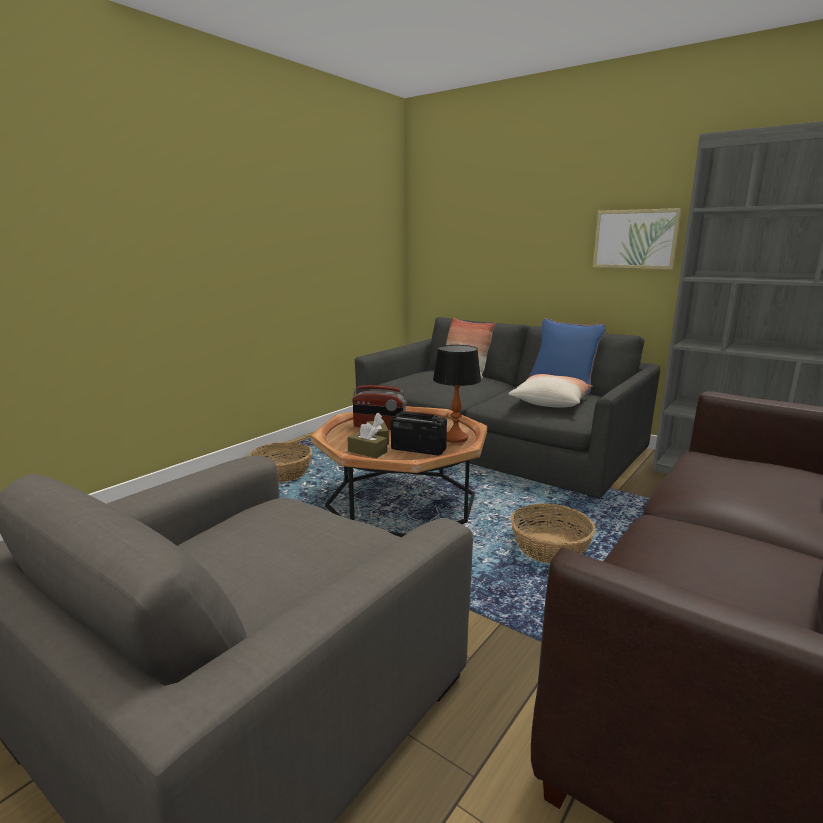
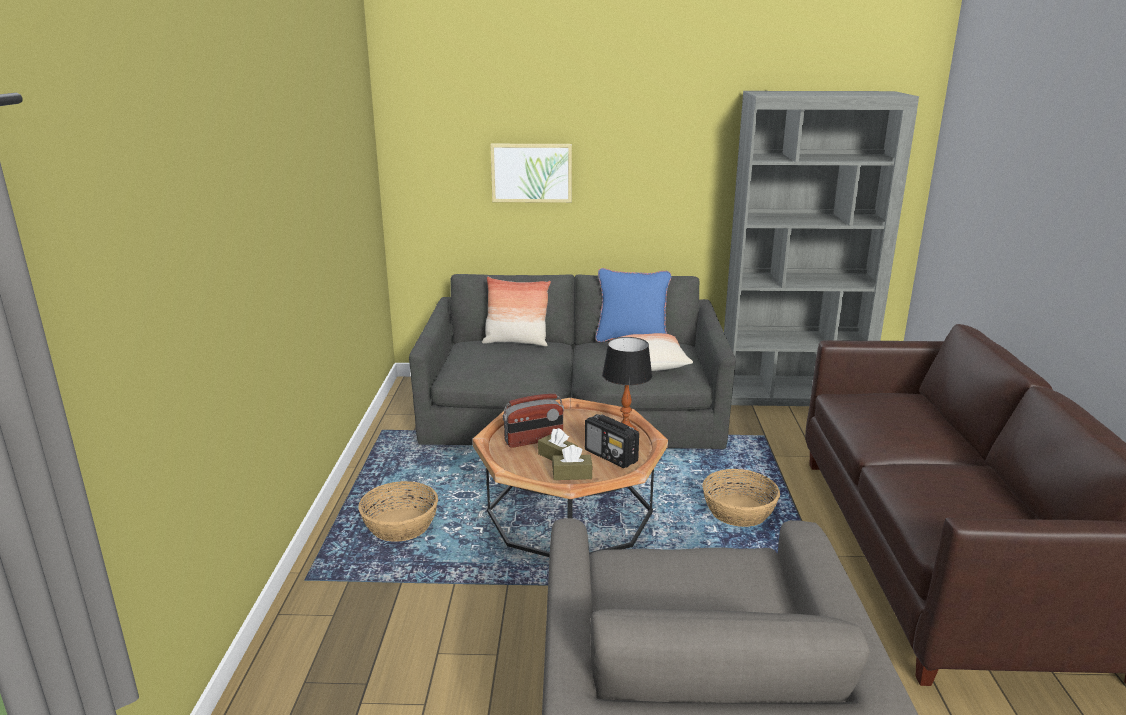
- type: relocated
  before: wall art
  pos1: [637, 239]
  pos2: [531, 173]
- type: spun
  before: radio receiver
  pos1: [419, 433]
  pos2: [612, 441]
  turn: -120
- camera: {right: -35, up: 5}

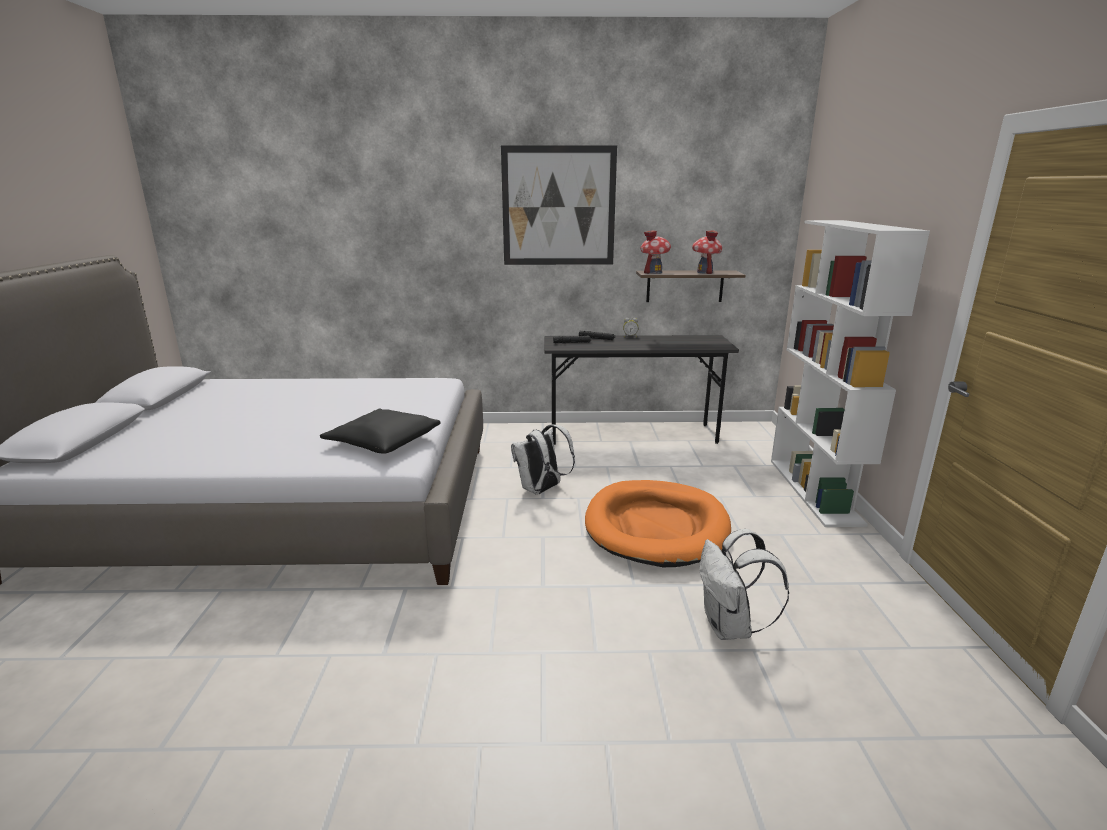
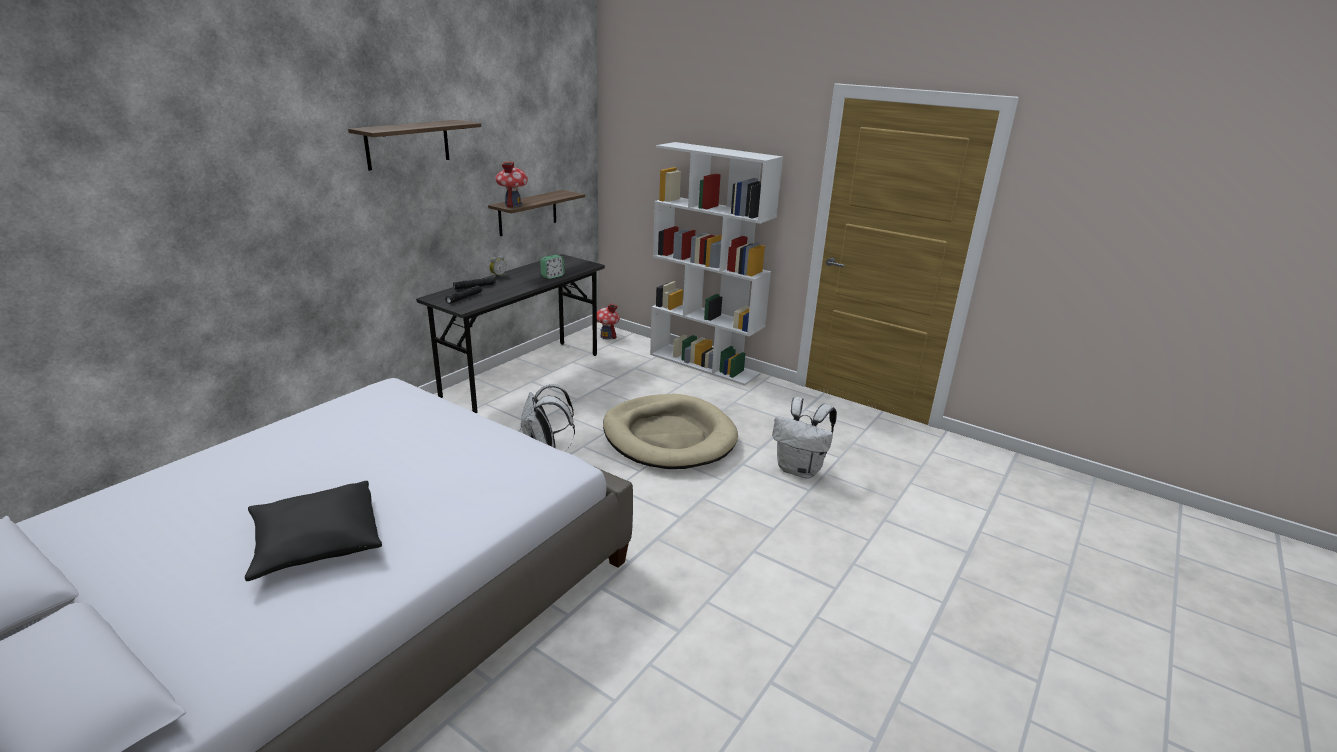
- type: appeared
  after: alarm clock
  pos2: [552, 267]
- type: relocated
  before: black-coloured pillow
  pos1: [380, 431]
  pos2: [313, 531]
- type: relocated
  before: miniature house
  pos1: [707, 252]
  pos2: [608, 321]
- type: exchanged
  before: wall art
  after: bracket shelf
  pos1: [559, 205]
  pos2: [414, 145]
- type: colour
  before: orange-coloured dog cushion
  after: sand-coloured dog cushion
  pos1: [658, 523]
  pos2: [670, 431]
- camera: {right: -55, up: 5}

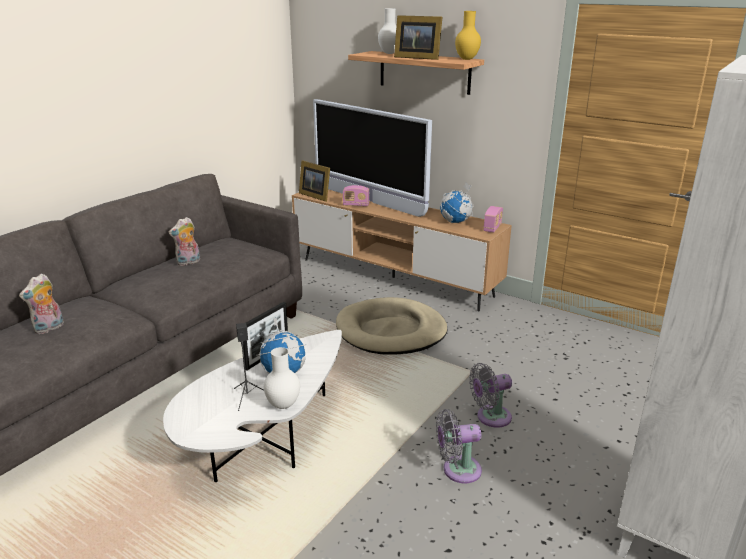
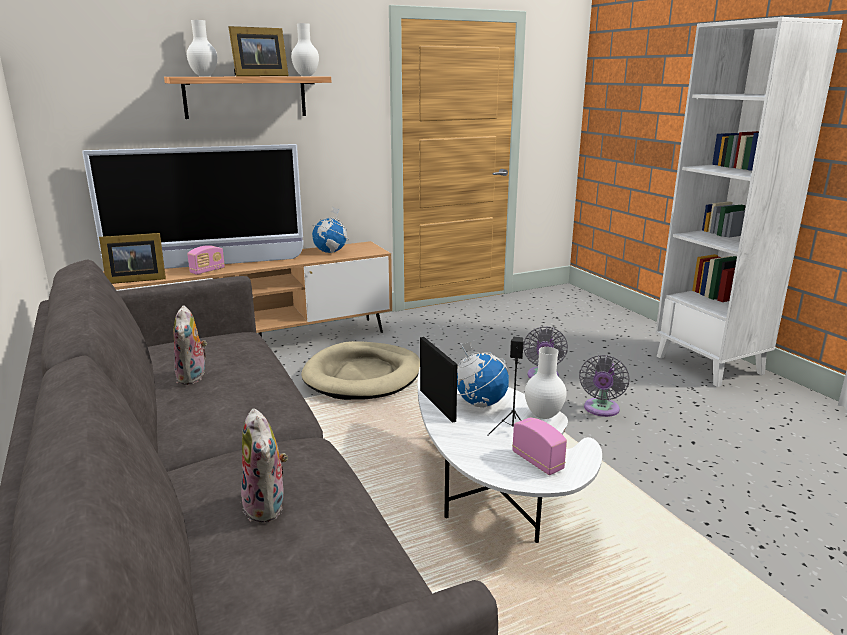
- type: relocated
  before: radio receiver
  pos1: [493, 219]
  pos2: [539, 446]
- type: colour
  before: yellow vase
  after: white vase
  pos1: [468, 35]
  pos2: [305, 49]
- camera: {right: -60, up: -5}

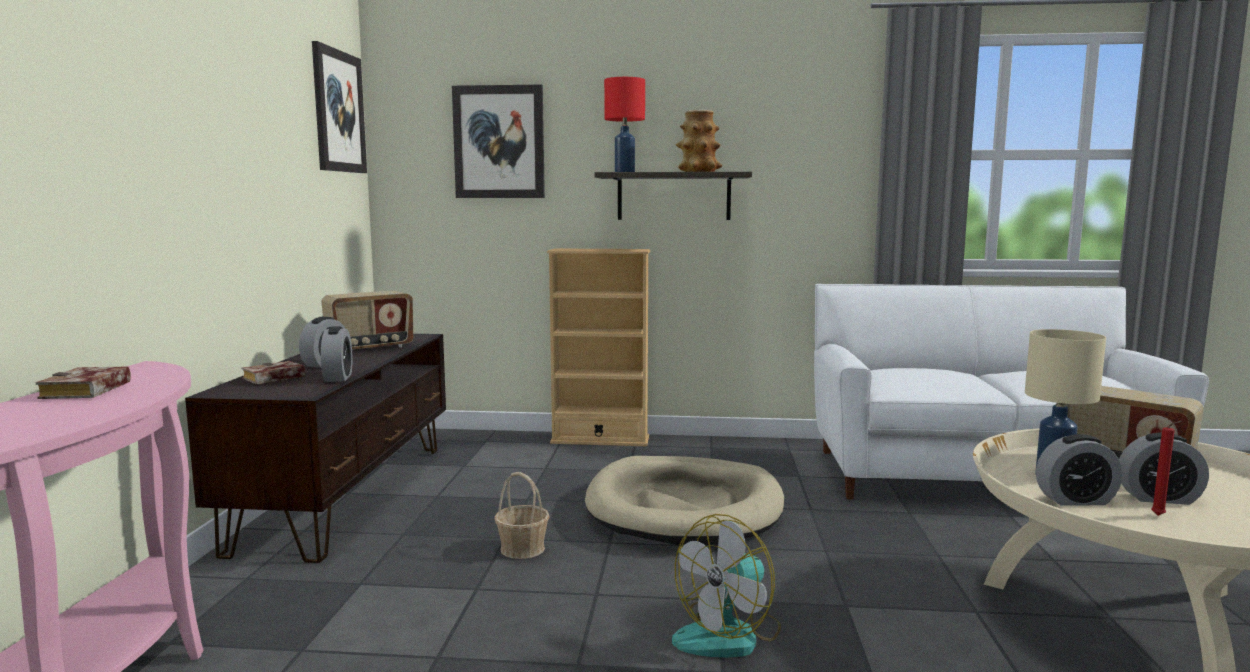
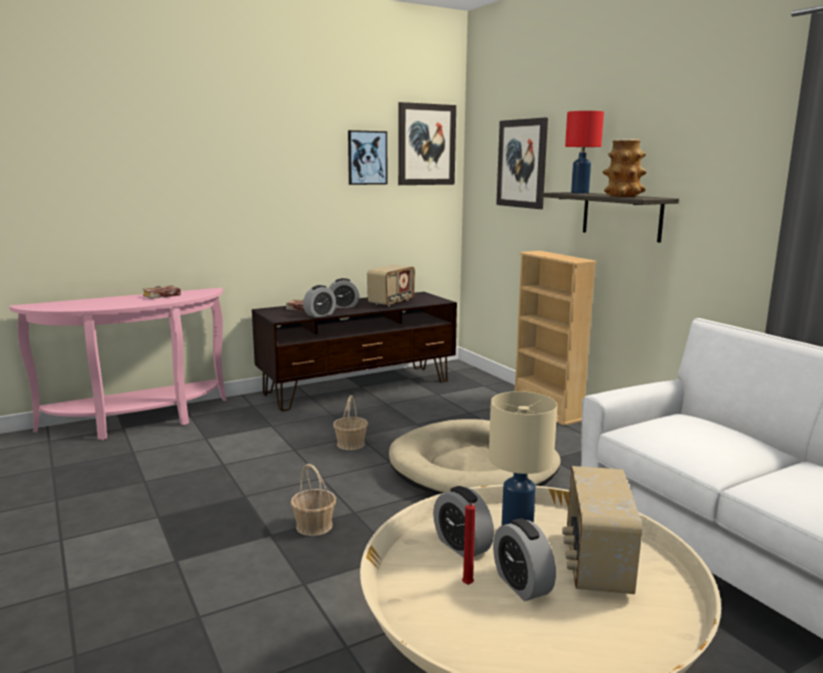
- type: appeared
  after: wall art
  pos2: [367, 157]
- type: exchanged
  before: electric fan
  after: storage basket
  pos1: [726, 586]
  pos2: [313, 500]
- type: spun
  before: radio receiver
  pos1: [367, 319]
  pos2: [391, 286]
  turn: -75
- camera: {right: 55, up: 5}

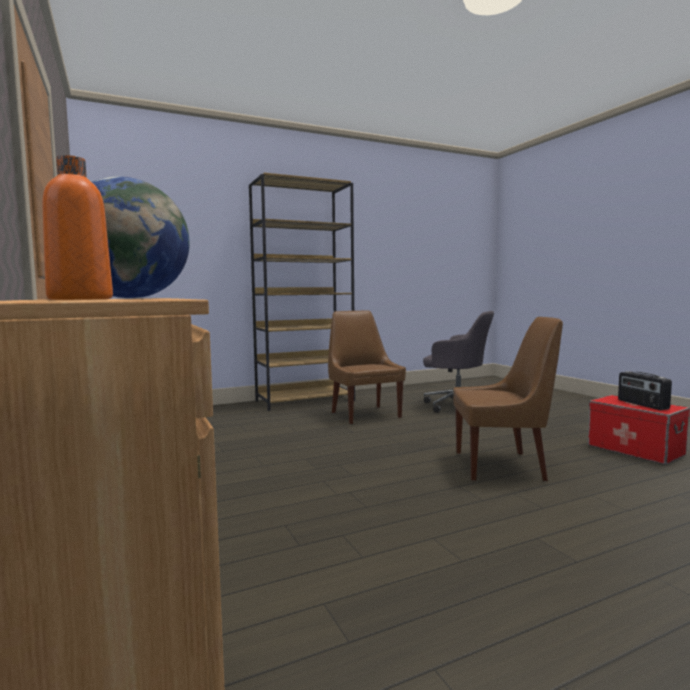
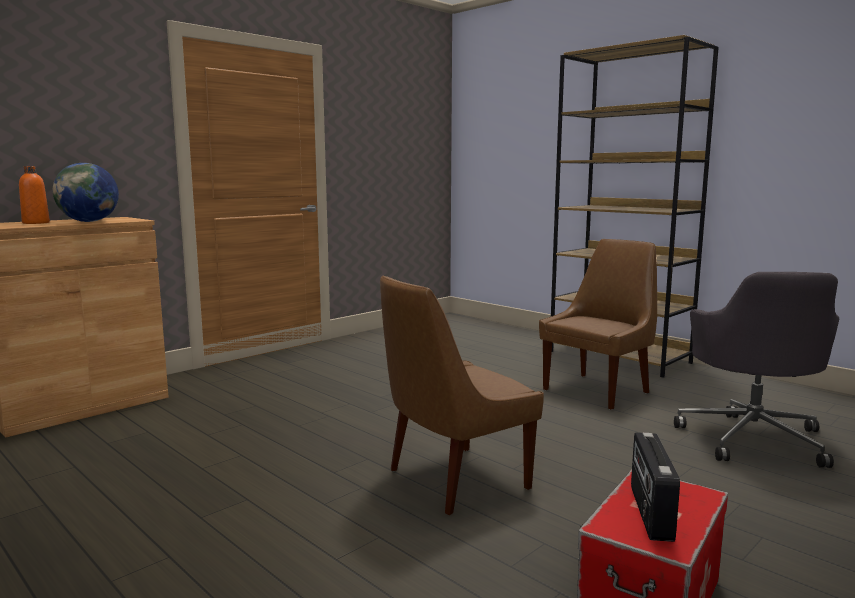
- type: spun
  before: brownish upright chair
  pos1: [508, 399]
  pos2: [462, 395]
  turn: 75
- type: spun
  before: radio receiver
  pos1: [645, 390]
  pos2: [655, 487]
  turn: -45
- camera: {right: 70, up: 5}

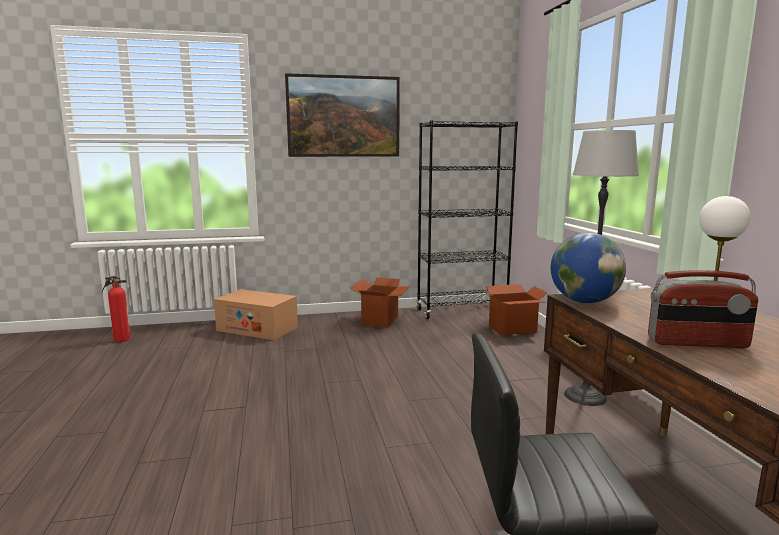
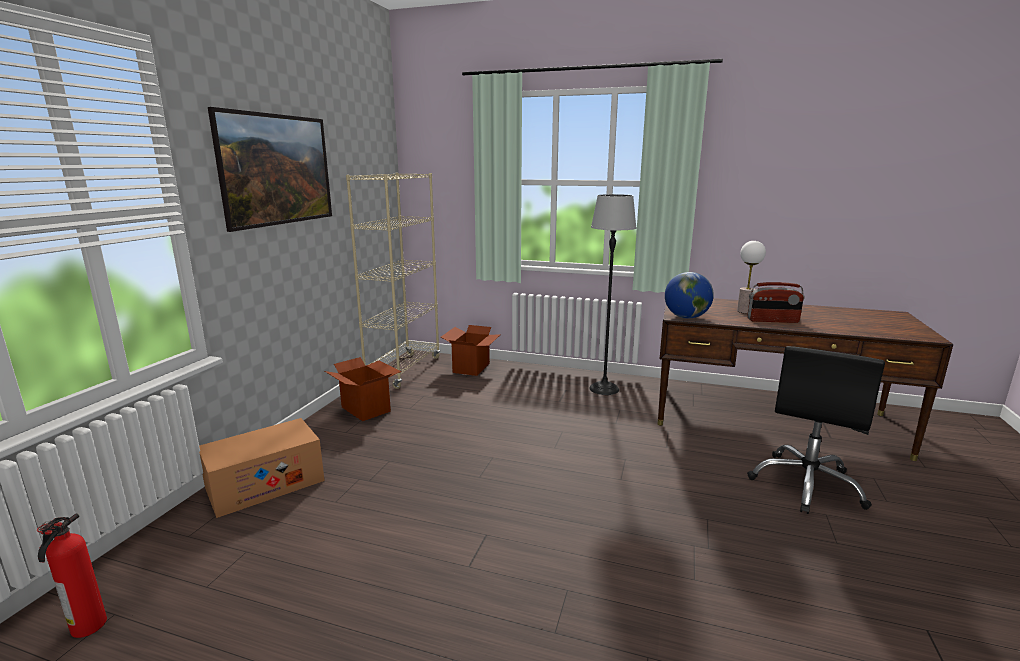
- type: colour
  before: black-coloured shelving unit
  after: sand-coloured shelving unit
  pos1: [467, 219]
  pos2: [393, 281]
- type: spun
  before: radio receiver
  pos1: [703, 309]
  pos2: [775, 302]
  turn: 60
- camera: {right: -60, up: 5}

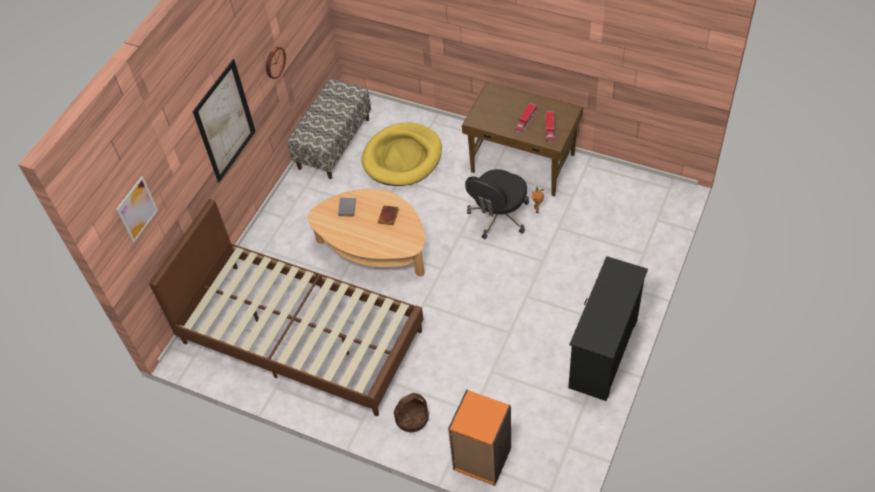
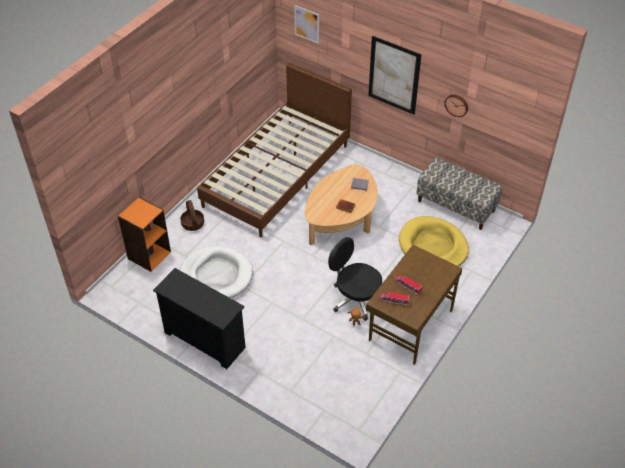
- type: appeared
  after: white dog cushion
  pos2: [216, 272]
- camera: {right: 95, up: -5}

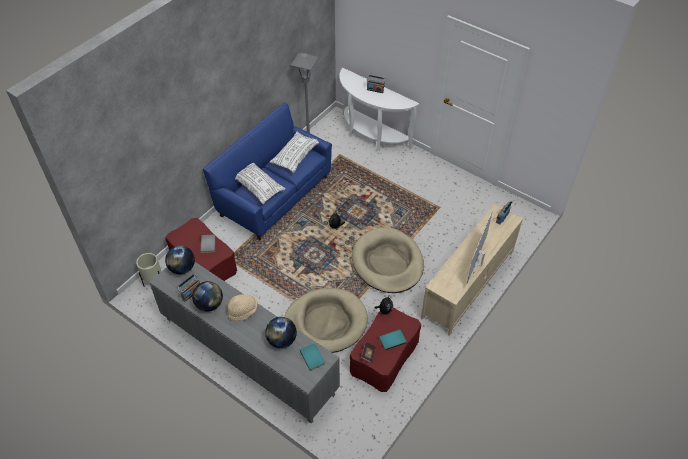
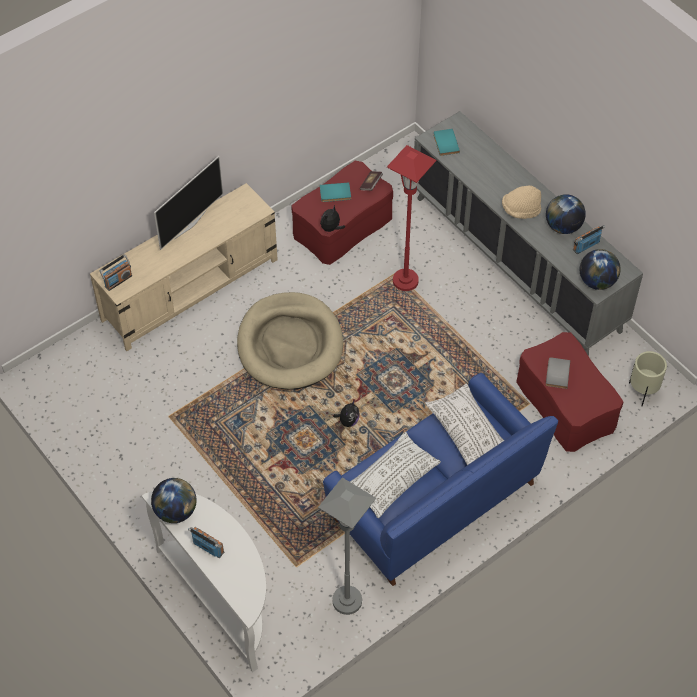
- type: relocated
  before: world globe
  pos1: [281, 332]
  pos2: [174, 500]
- type: exchanged
  before: sand-coloured dog cushion
  after: red-coloured standing lamp
  pos1: [326, 320]
  pos2: [411, 218]
- camera: {right: -165, up: 5}

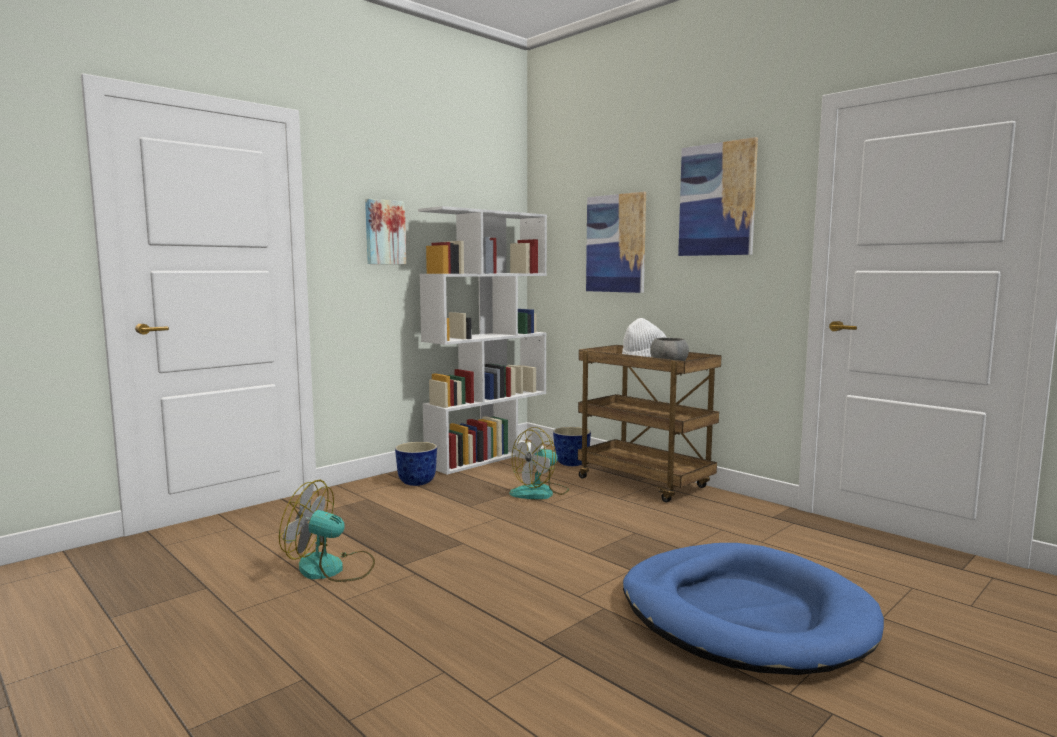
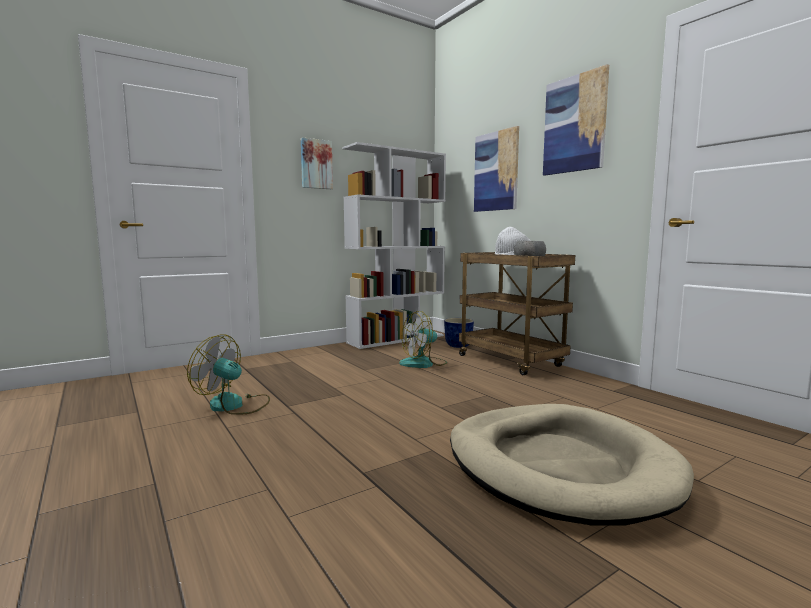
- type: missing
  before: flower pot
  pos1: [416, 464]
- type: colour
  before: bluish dog cushion
  after: sand-coloured dog cushion
  pos1: [753, 609]
  pos2: [572, 464]
- camera: {right: 10, up: 0}

